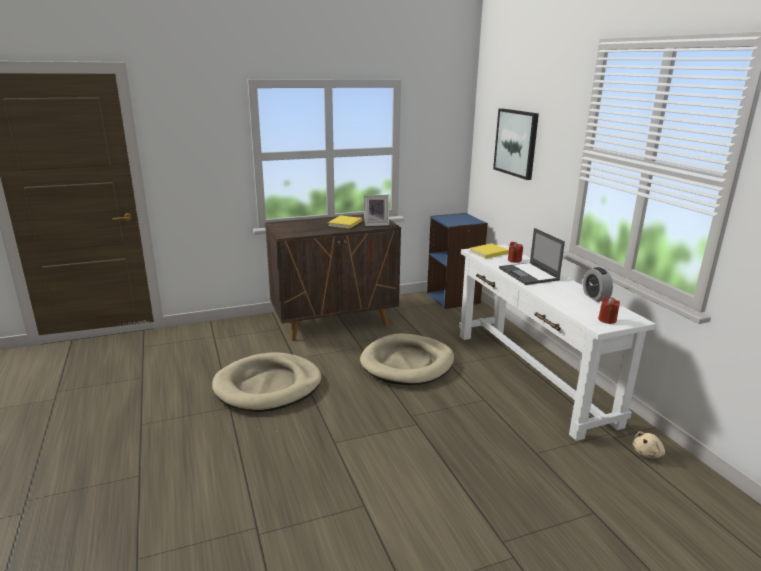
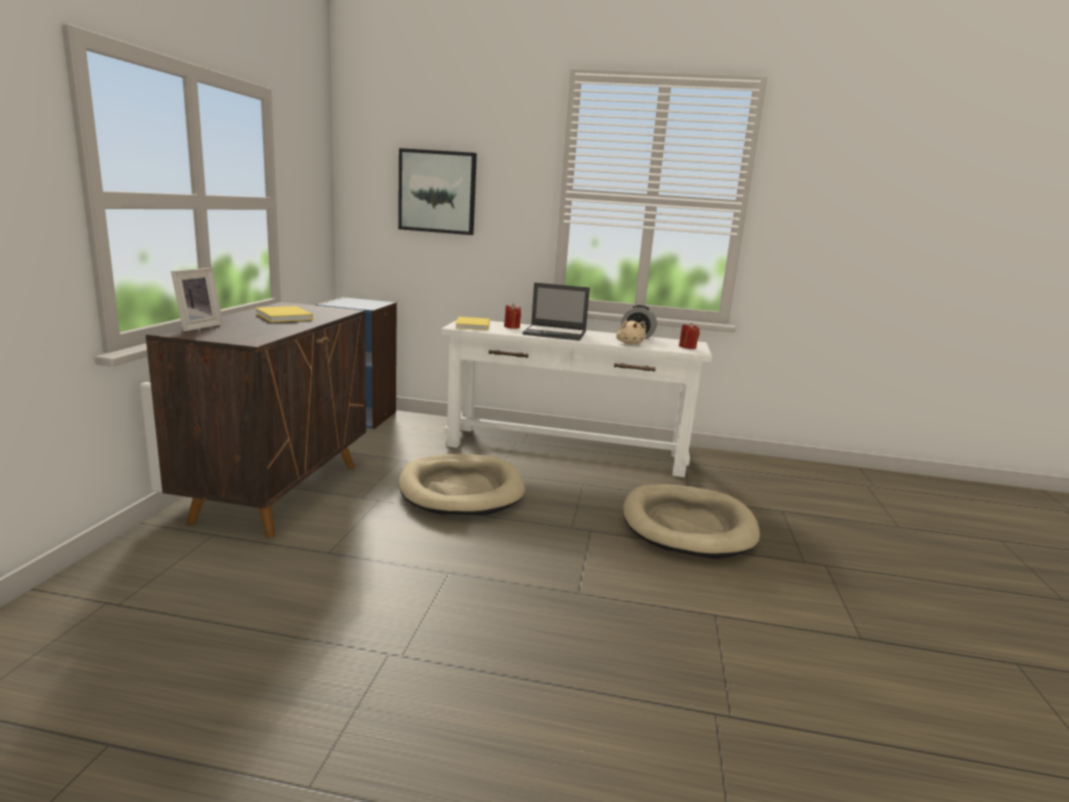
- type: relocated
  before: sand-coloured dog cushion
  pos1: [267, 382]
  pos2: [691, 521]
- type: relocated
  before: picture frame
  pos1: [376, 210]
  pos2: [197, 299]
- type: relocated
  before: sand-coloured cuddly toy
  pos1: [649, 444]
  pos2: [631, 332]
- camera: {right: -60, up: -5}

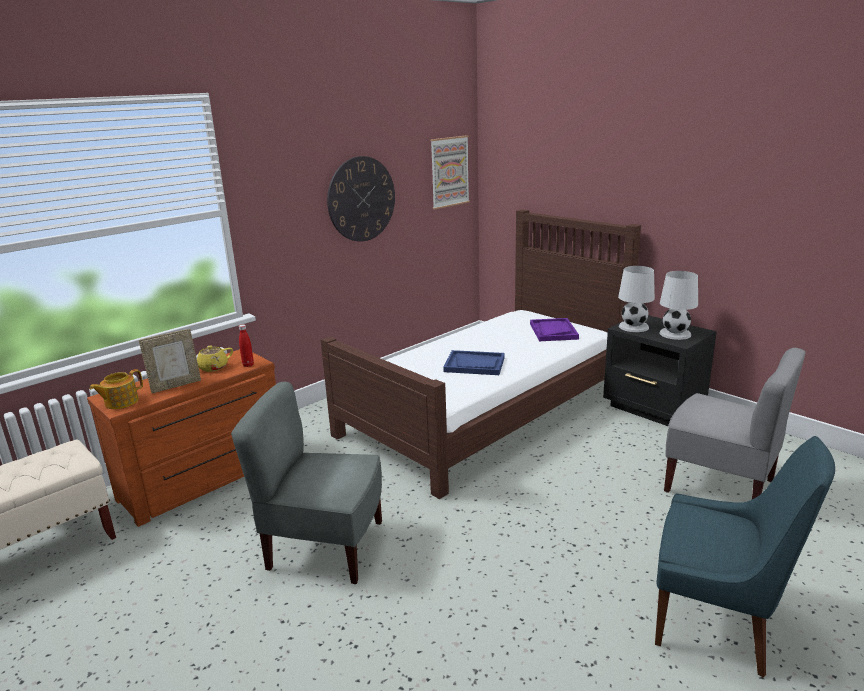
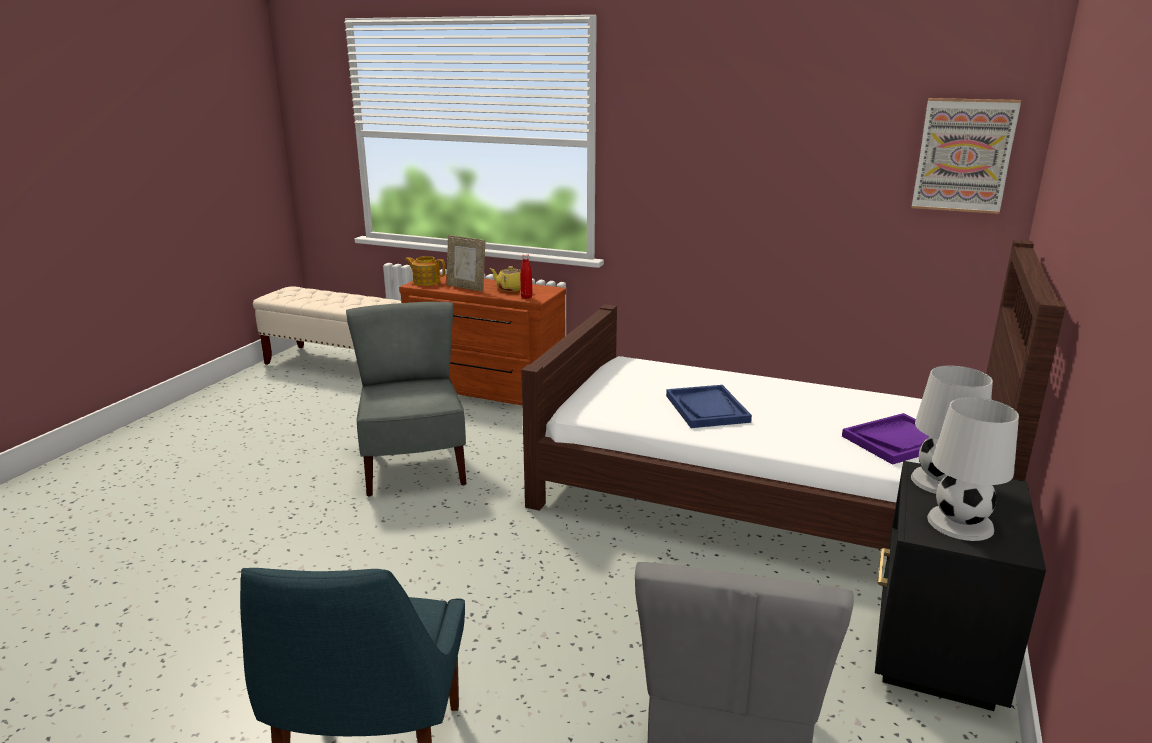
- type: missing
  before: clock on the wall
  pos1: [361, 199]
- camera: {right: 65, up: 0}

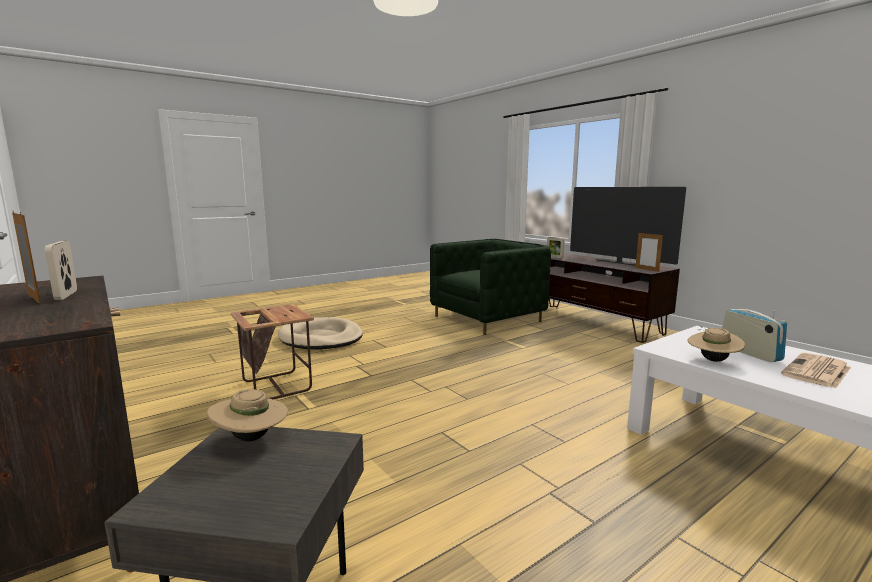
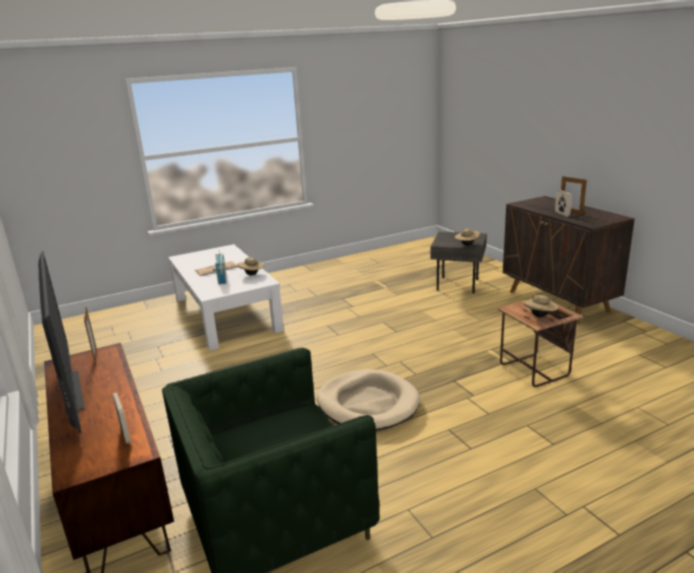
- type: appeared
  after: sand-coloured clothing hat
  pos2: [541, 306]
- type: relocated
  before: sand-coloured dog cushion
  pos1: [320, 333]
  pos2: [368, 399]
- camera: {right: -170, up: 10}

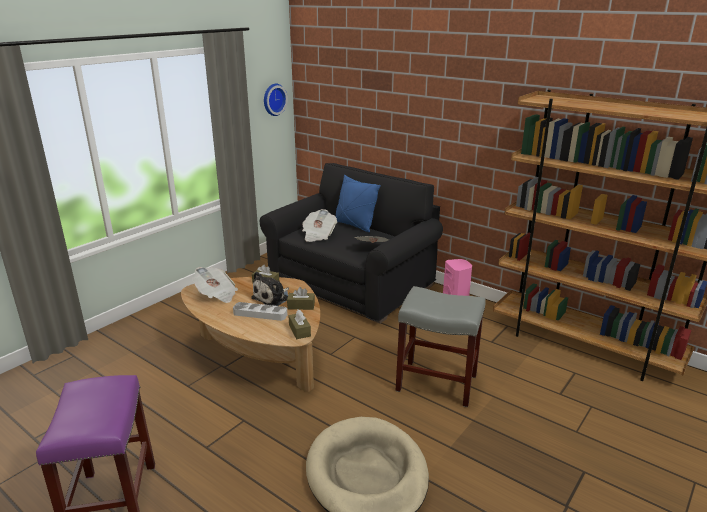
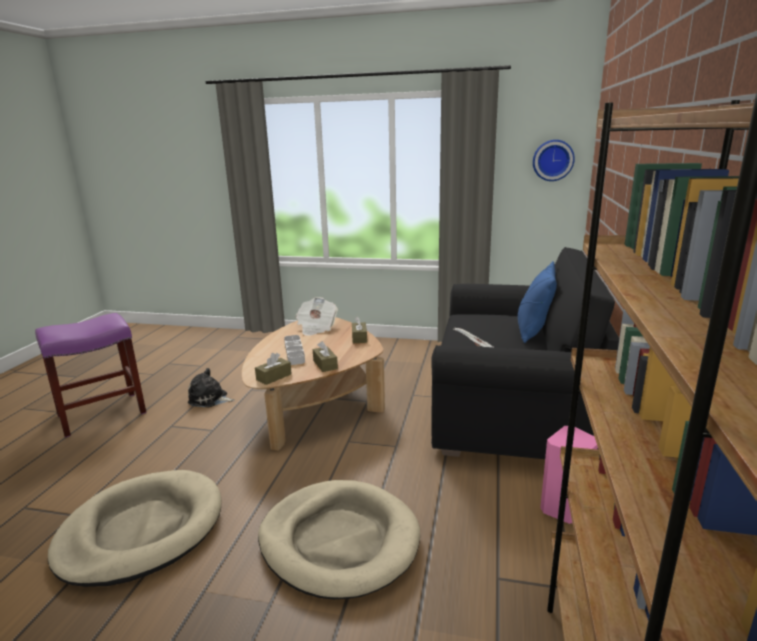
- type: missing
  before: newspaper
  pos1: [319, 225]
- type: relocated
  before: cuddly toy
  pos1: [270, 289]
  pos2: [211, 387]
- type: exchanged
  before: gray sitting stool
  after: sand-coloured dog cushion
  pos1: [441, 346]
  pos2: [339, 539]
- camera: {right: 65, up: -5}

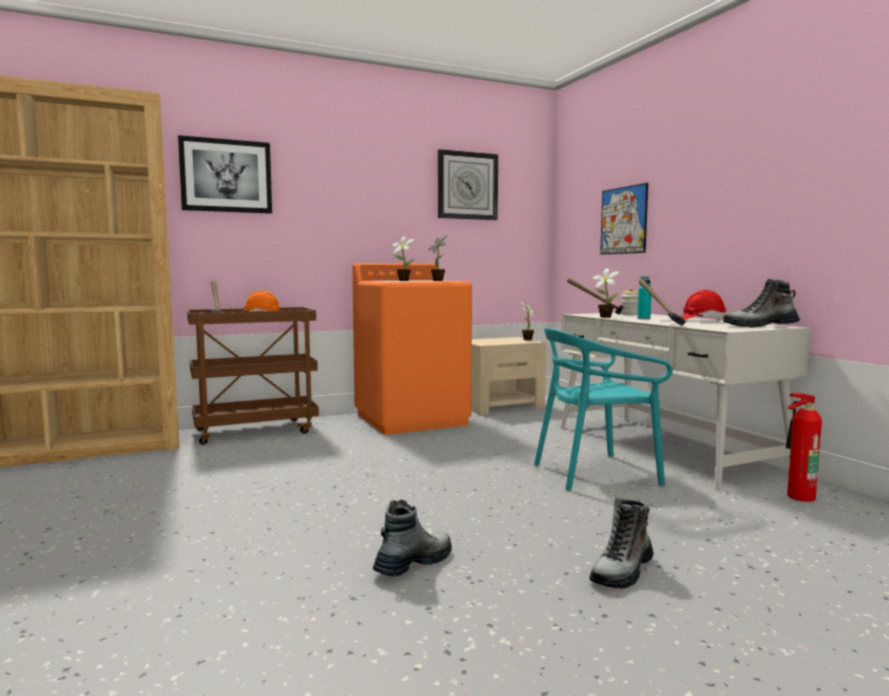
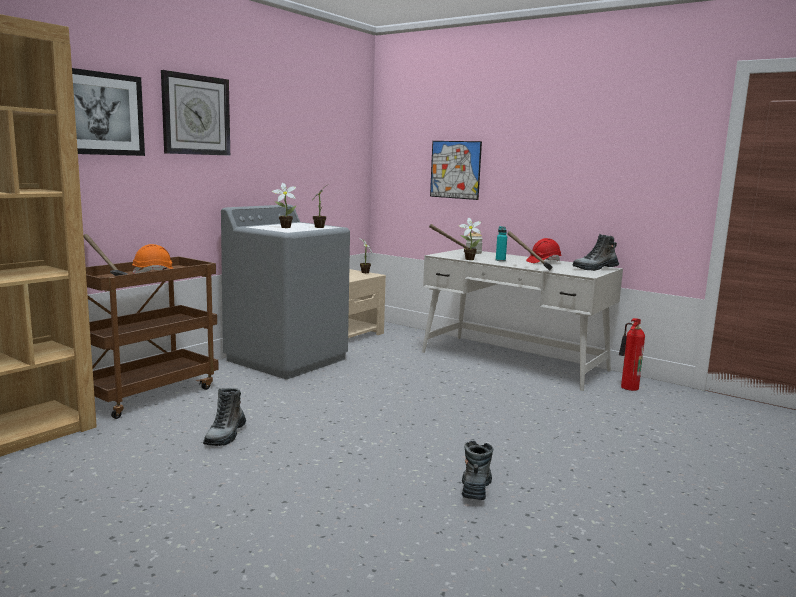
- type: missing
  before: blue-green upright chair
  pos1: [603, 409]
- type: relocated
  before: clock on the wall
  pos1: [468, 184]
  pos2: [195, 113]
- type: relocated
  before: boot
  pos1: [621, 543]
  pos2: [224, 417]
- type: colour
  before: orange-coloured laundry appliance
  after: gray laundry appliance
  pos1: [412, 349]
  pos2: [285, 292]
- camera: {right: -30, up: 5}

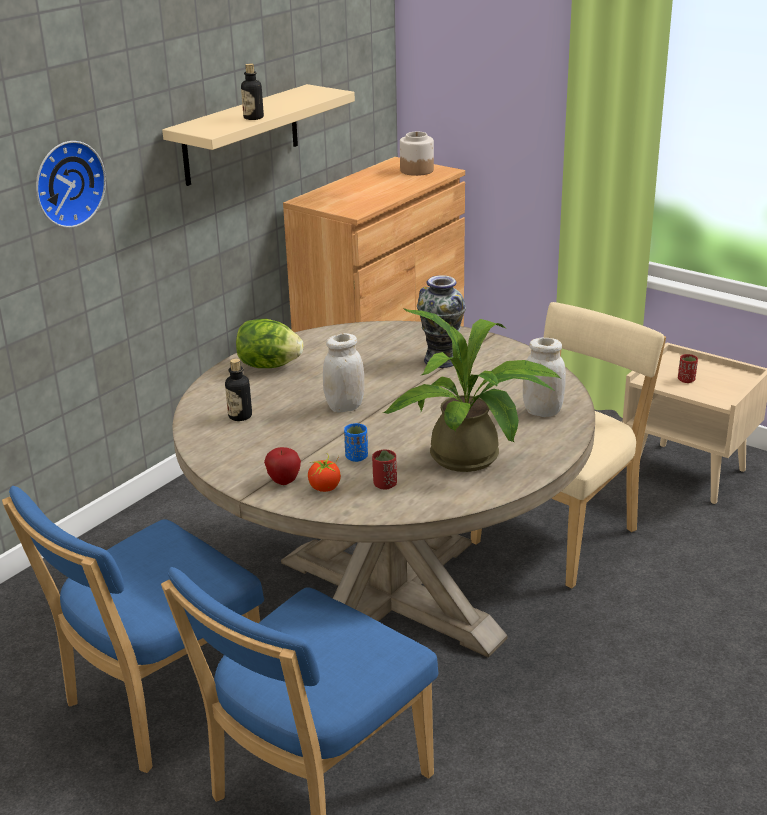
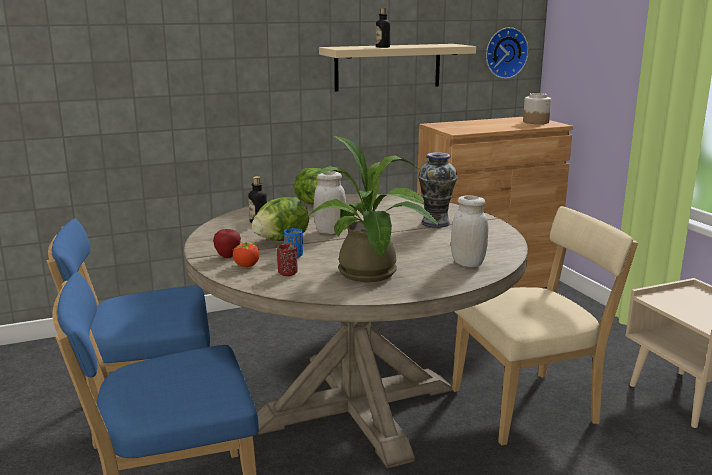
- type: missing
  before: red-coloured drinking cup
  pos1: [688, 368]
- type: appeared
  after: lettuce head
  pos2: [280, 219]
- type: relocated
  before: clock on the wall
  pos1: [71, 184]
  pos2: [507, 53]
- camera: {right: 30, up: -10}

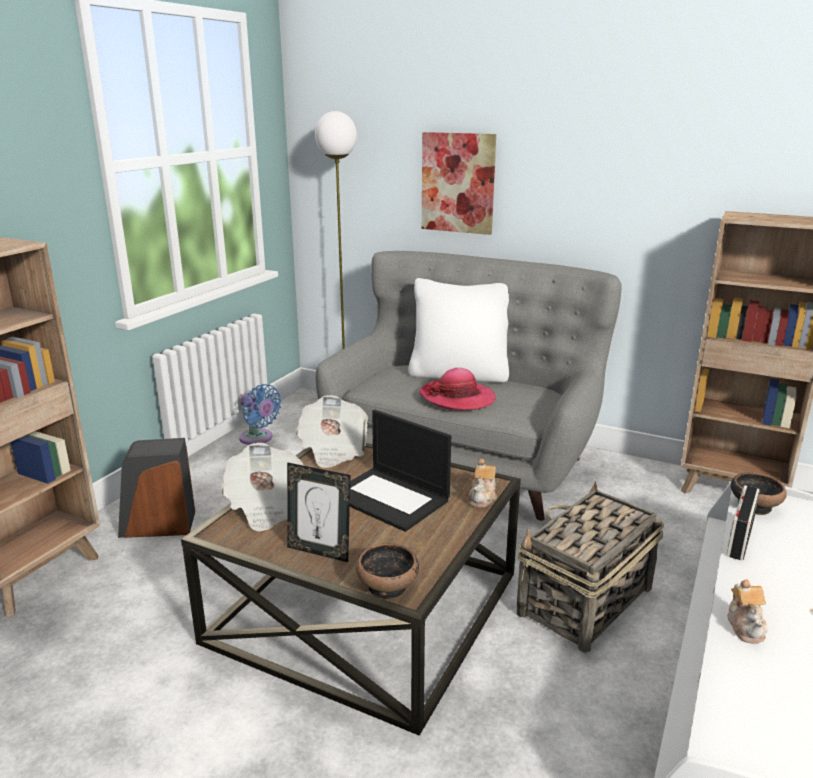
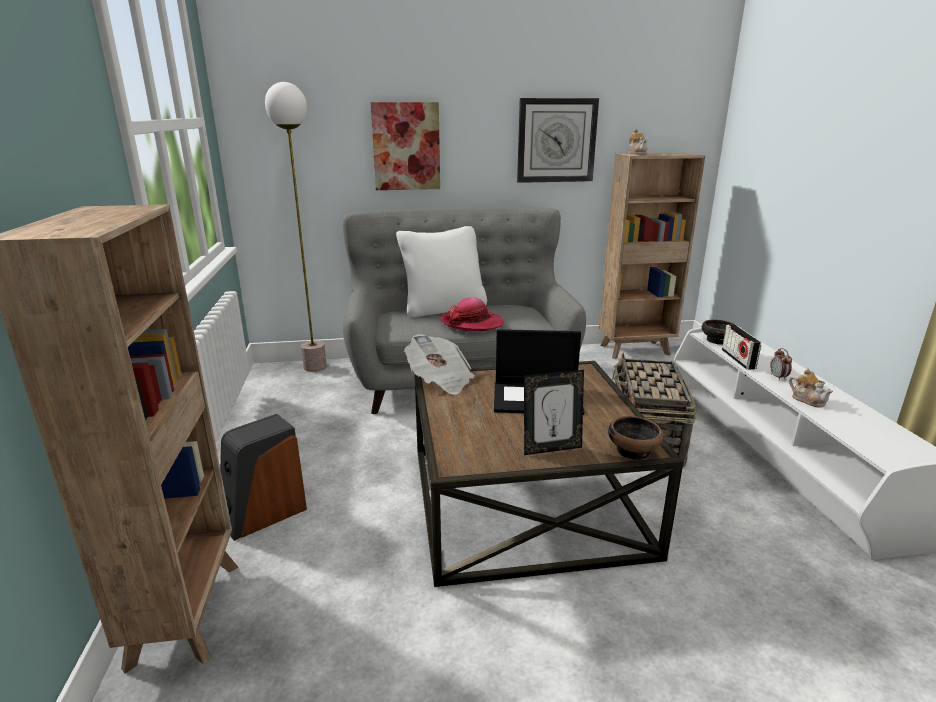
- type: missing
  before: newspaper
  pos1: [262, 487]
- type: missing
  before: bluish electric fan
  pos1: [260, 414]
- type: appeared
  after: clock on the wall
  pos2: [558, 140]
- type: appeared
  after: alarm clock
  pos2: [781, 364]
- type: relocated
  before: pot for tea
  pos1: [483, 483]
  pos2: [638, 142]
- camera: {right: -35, up: 0}

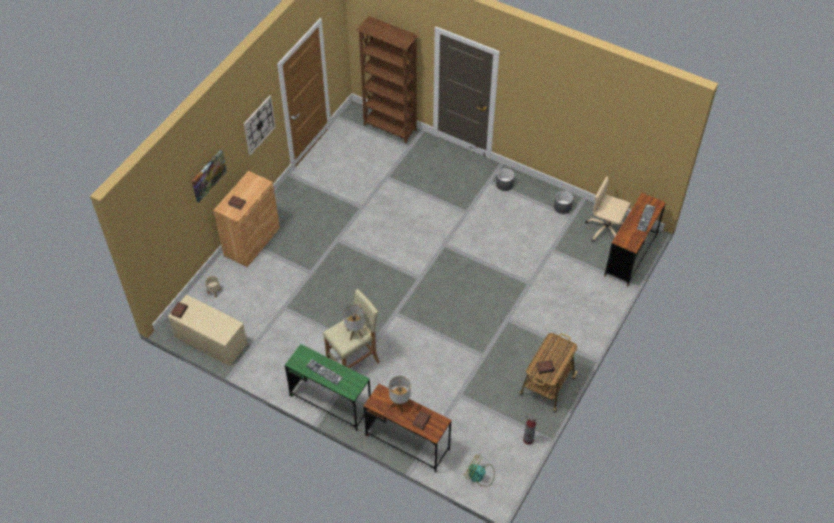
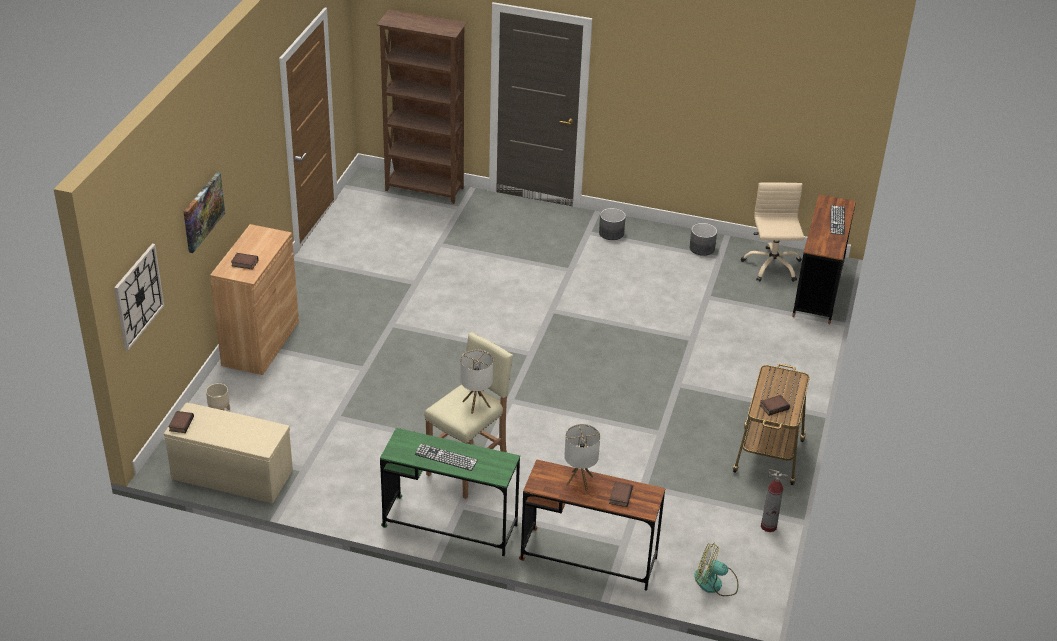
- type: relocated
  before: clock on the wall
  pos1: [260, 125]
  pos2: [139, 297]
- type: spun
  before: sand-coloured office chair
  pos1: [608, 209]
  pos2: [772, 232]
  turn: 75
- camera: {right: -15, up: -15}

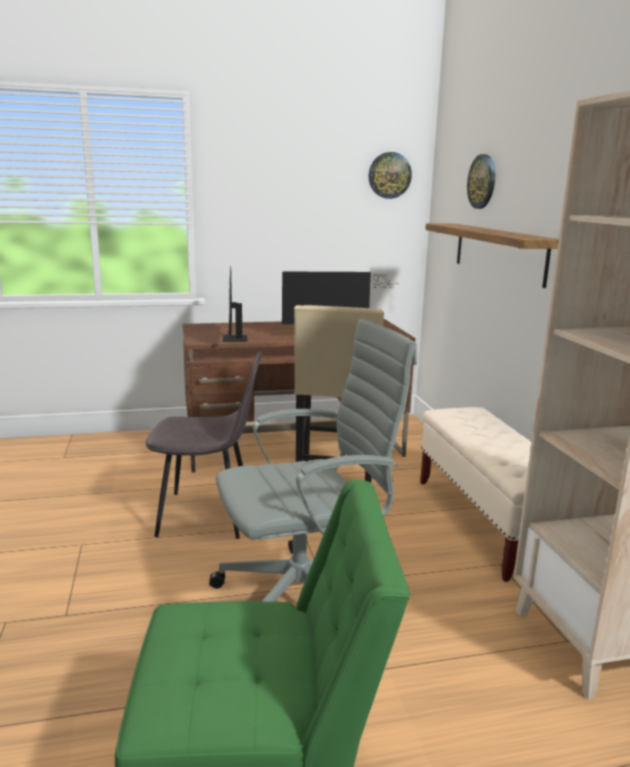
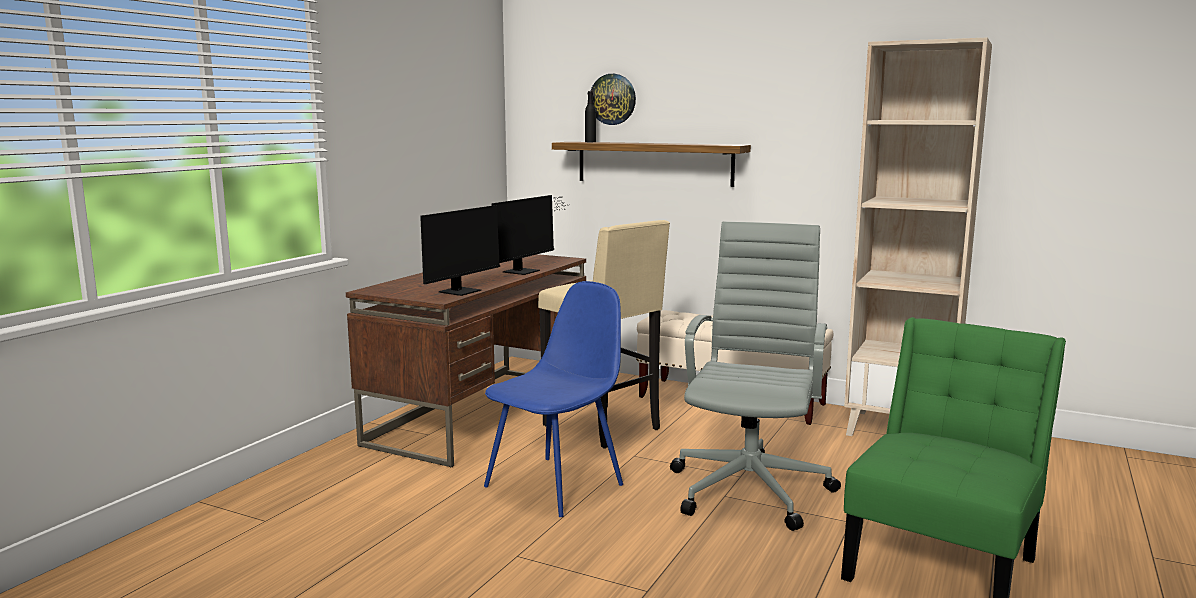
- type: missing
  before: clock on the wall
  pos1: [390, 175]
- type: appeared
  after: black-coloured beverage bottle
  pos2: [590, 116]
- type: colour
  before: gray upright chair
  after: bluish upright chair
  pos1: [204, 445]
  pos2: [553, 399]
- type: spun
  before: computer display
  pos1: [235, 304]
  pos2: [469, 250]
  turn: -90
- camera: {right: -50, up: -5}

